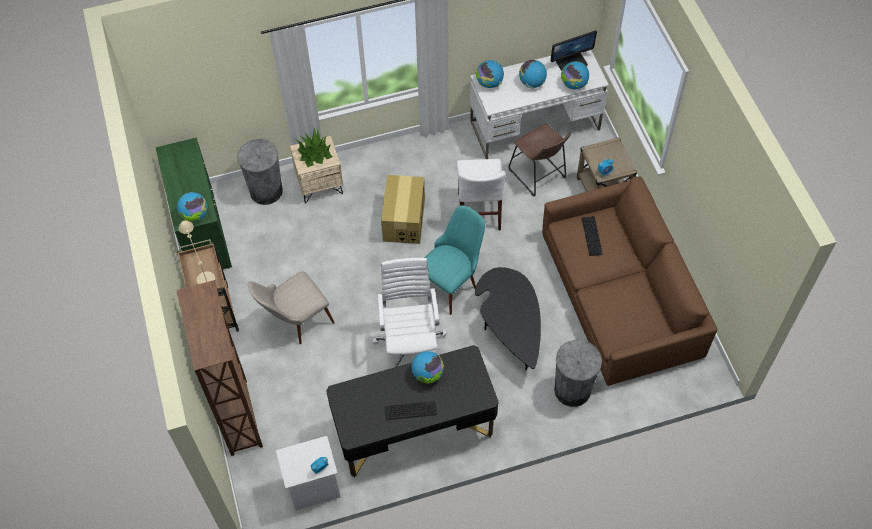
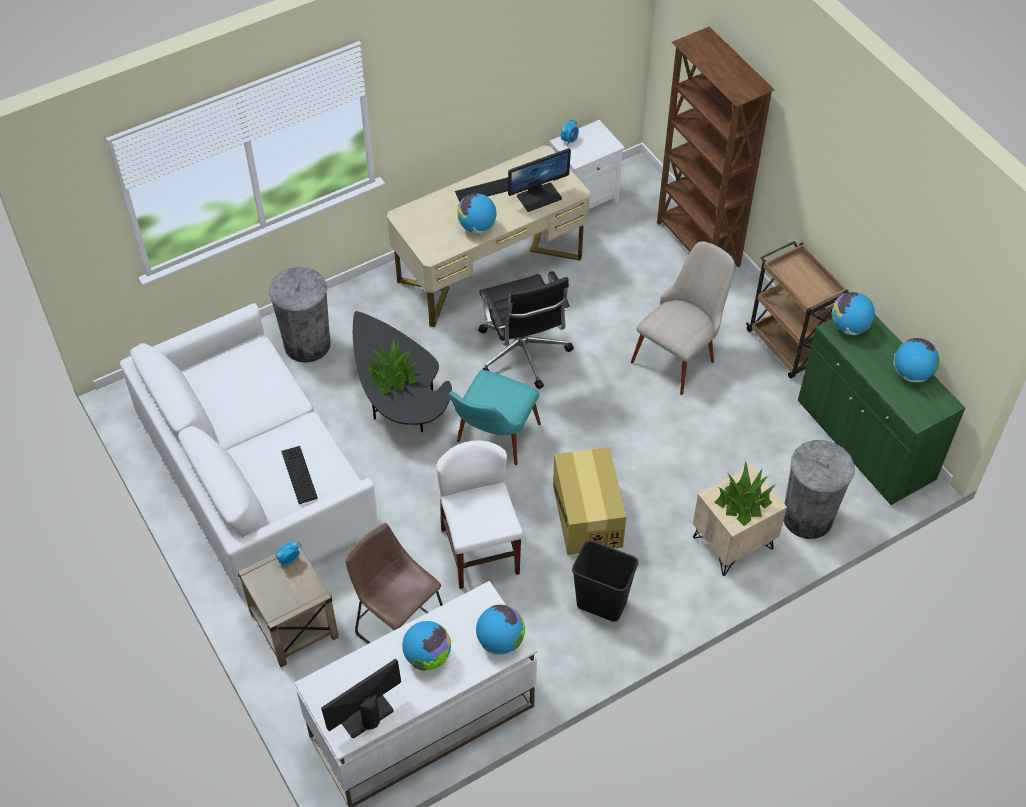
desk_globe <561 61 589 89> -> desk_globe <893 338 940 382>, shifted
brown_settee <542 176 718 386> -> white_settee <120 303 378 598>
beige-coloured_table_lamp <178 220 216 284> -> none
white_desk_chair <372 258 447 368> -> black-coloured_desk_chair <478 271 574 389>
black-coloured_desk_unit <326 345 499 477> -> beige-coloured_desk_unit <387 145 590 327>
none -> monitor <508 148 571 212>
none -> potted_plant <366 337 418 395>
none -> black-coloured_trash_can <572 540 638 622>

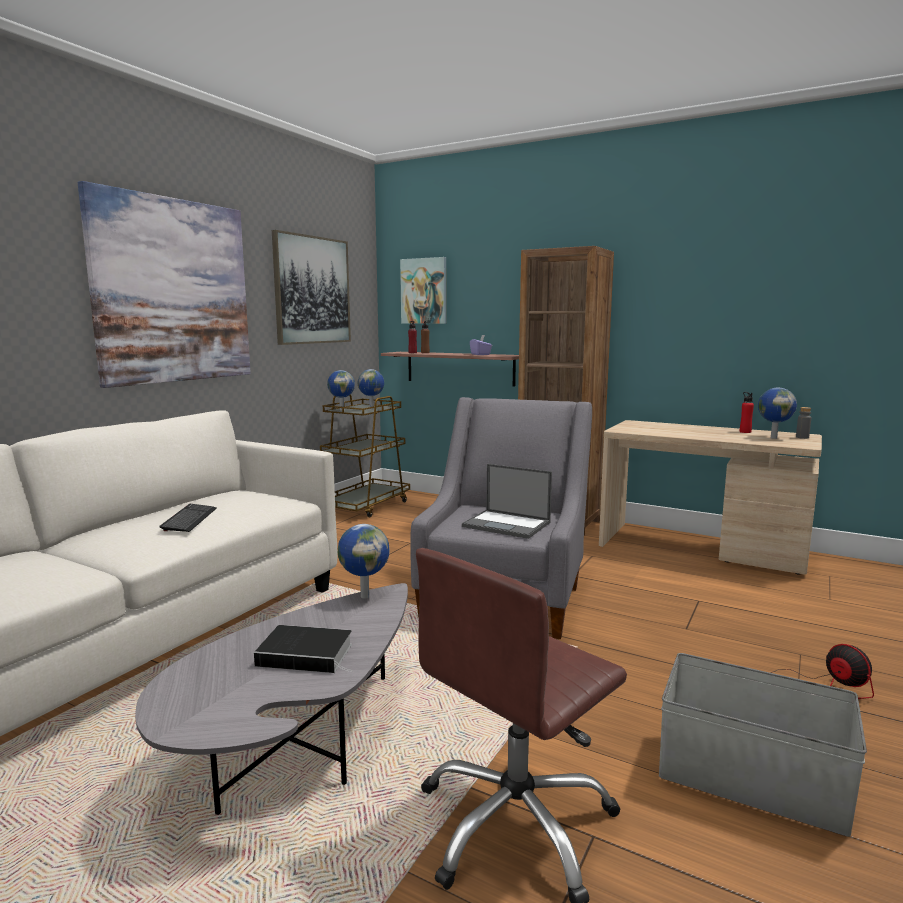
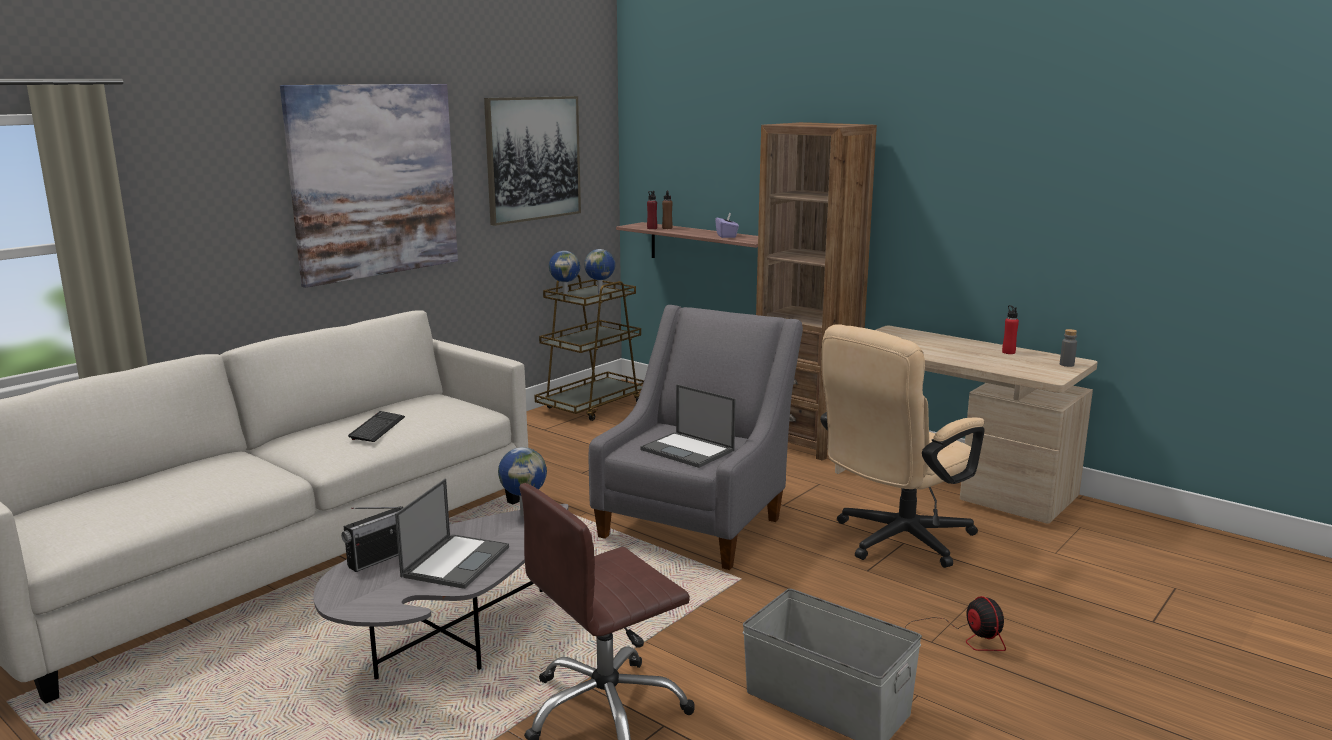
wall_picture <400 257 446 324> -> none
desk_globe <758 388 797 439> -> none
volume <254 625 353 673> -> notebook_computer <395 479 509 589>
none -> beige-coloured_desk_chair <820 325 985 568>
none -> radio <341 506 404 572>

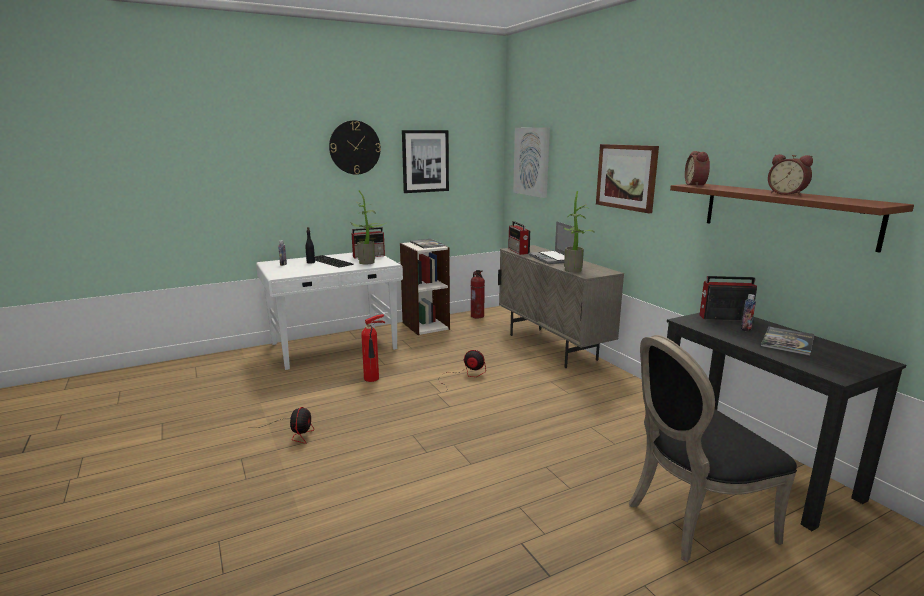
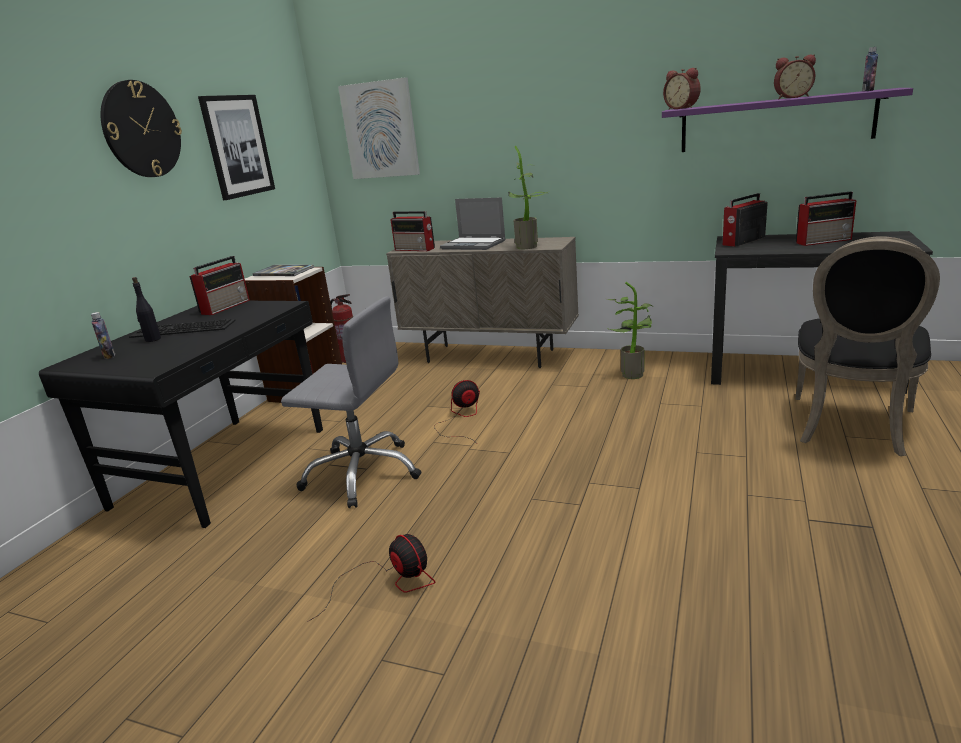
wall_picture <596 144 659 213> -> none
brown_wall_shelf <670 184 914 253> -> purple-coloured_wall_shelf <662 88 913 152>
potted_plant <350 190 386 264> -> potted_plant <607 282 652 379>, shifted
white_desk_unit <256 253 403 370> -> black-coloured_desk_unit <39 301 323 528>
bottle <741 294 756 331> -> bottle <862 47 878 91>, shifted
fire_extinguisher <361 314 385 382> -> greyish_desk_chair <281 296 421 508>
volume <761 326 814 356> -> radio <796 191 856 246>

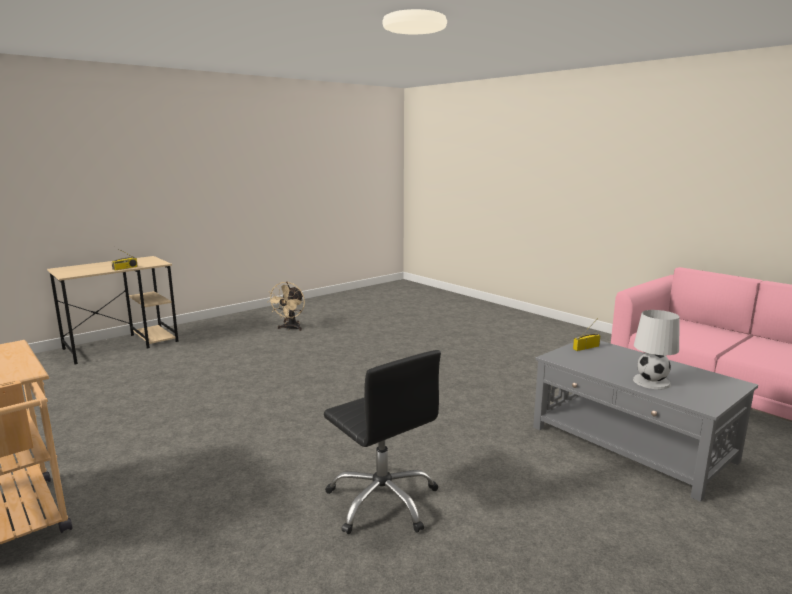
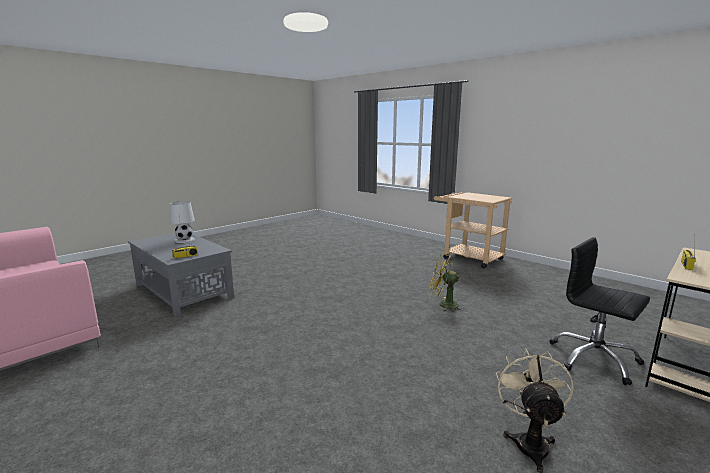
black-coloured_desk_chair <324 350 441 534> -> black-coloured_desk_chair <549 237 650 385>, shifted
none -> yellowish_electric_fan <430 254 464 312>

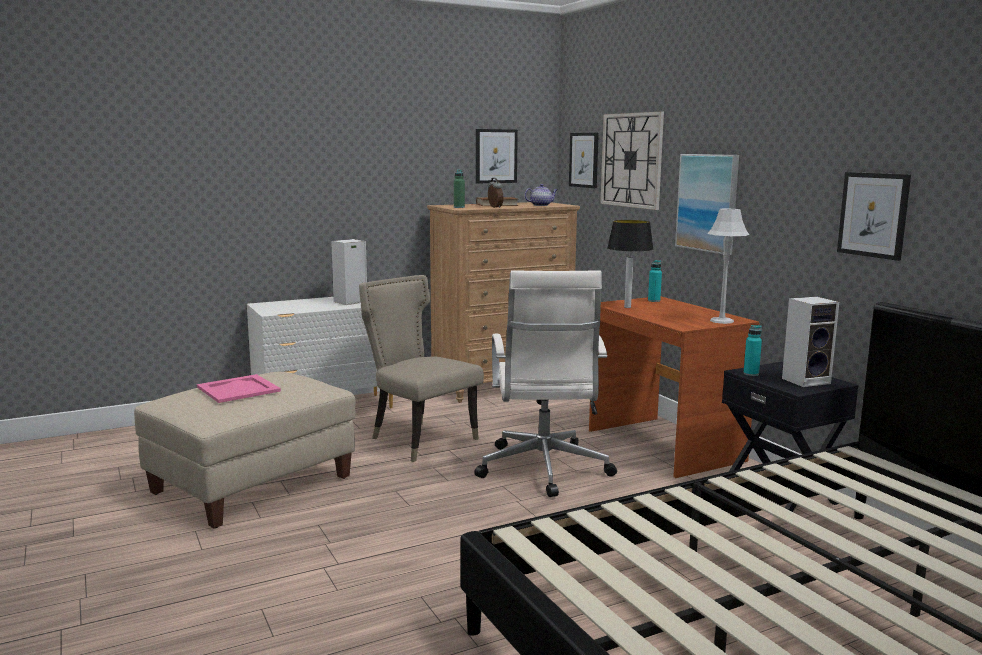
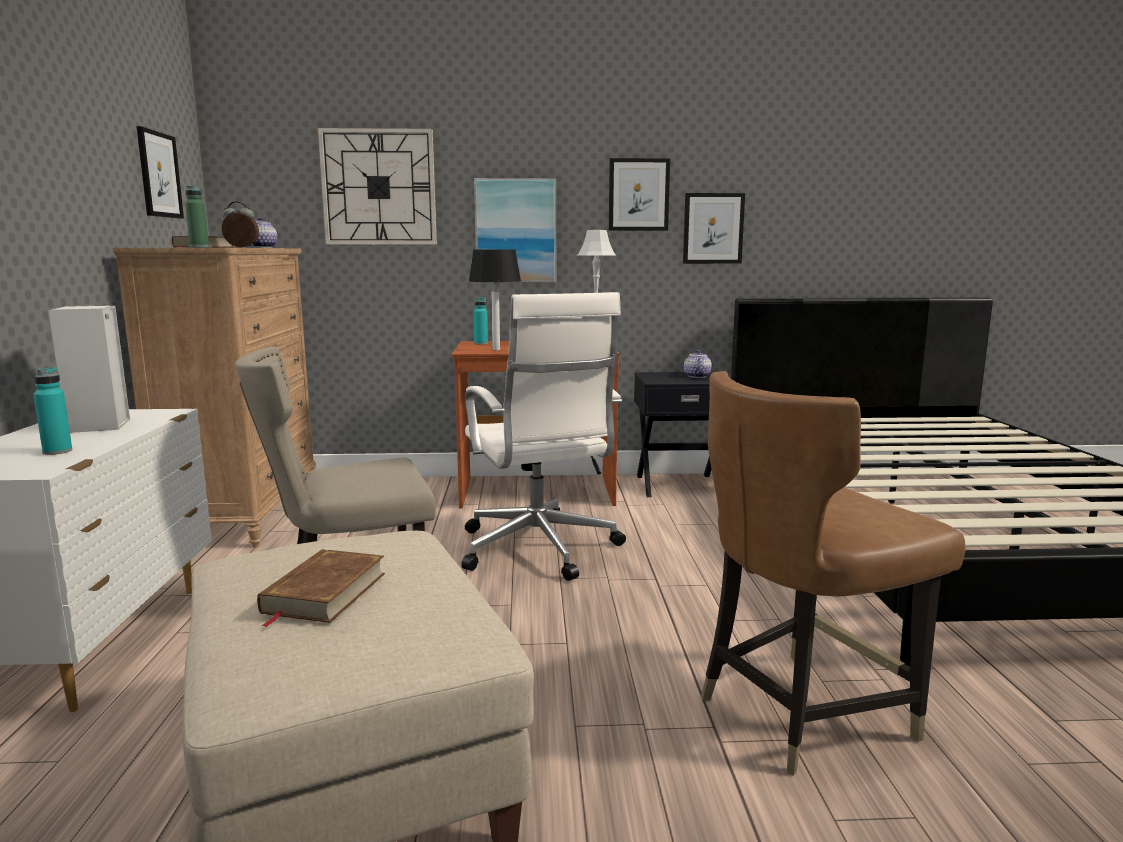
wall_picture <569 133 599 188> -> wall_picture <609 158 670 231>, shifted
white_desk_chair <474 270 617 497> -> white_desk_chair <461 292 626 581>, 45 degrees clockwise
speaker <782 297 839 387> -> pot_for_tea <684 350 712 378>
turquoise-coloured_bottle <744 325 762 376> -> turquoise-coloured_bottle <33 367 72 455>, shifted
pink_carrying_tray <197 374 281 403> -> brown_volume <257 549 385 627>
none -> brown_plain_chair <701 371 965 776>

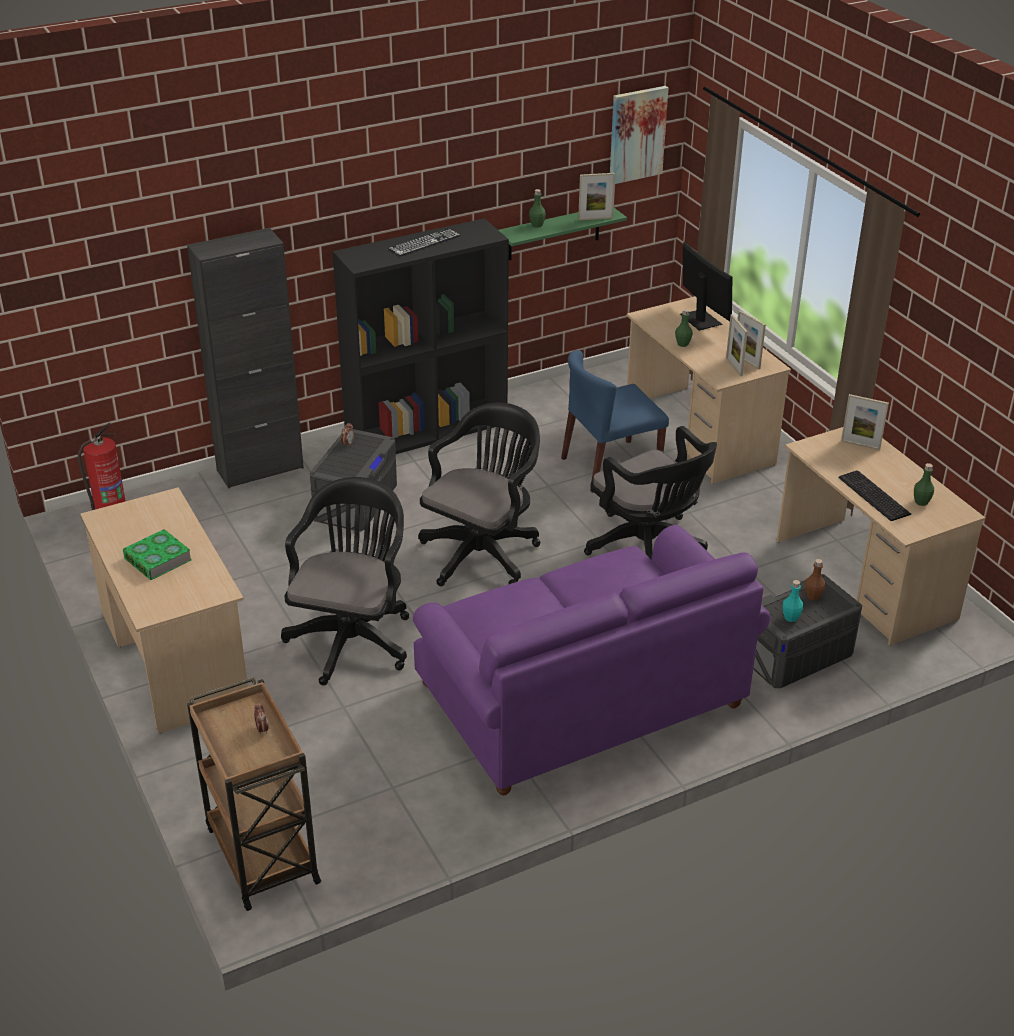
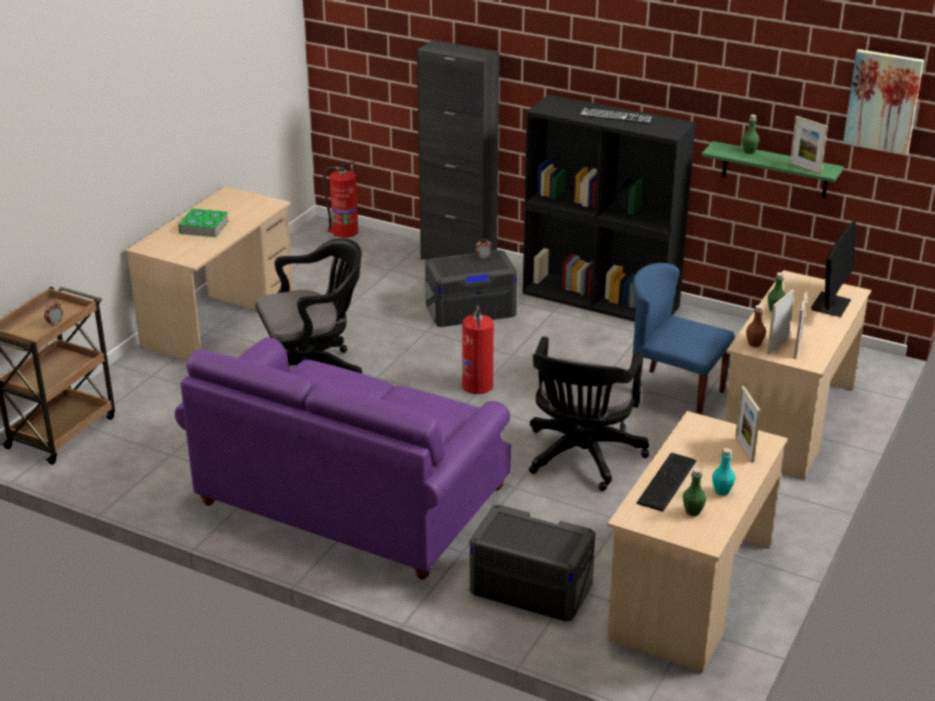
black-coloured_desk_chair <418 403 541 586> -> fire_extinguisher <462 305 494 394>
brown_bottle <805 559 825 601> -> brown_bottle <746 305 766 347>, shifted
turquoise-coloured_bottle <783 580 803 622> -> turquoise-coloured_bottle <712 448 735 496>, shifted

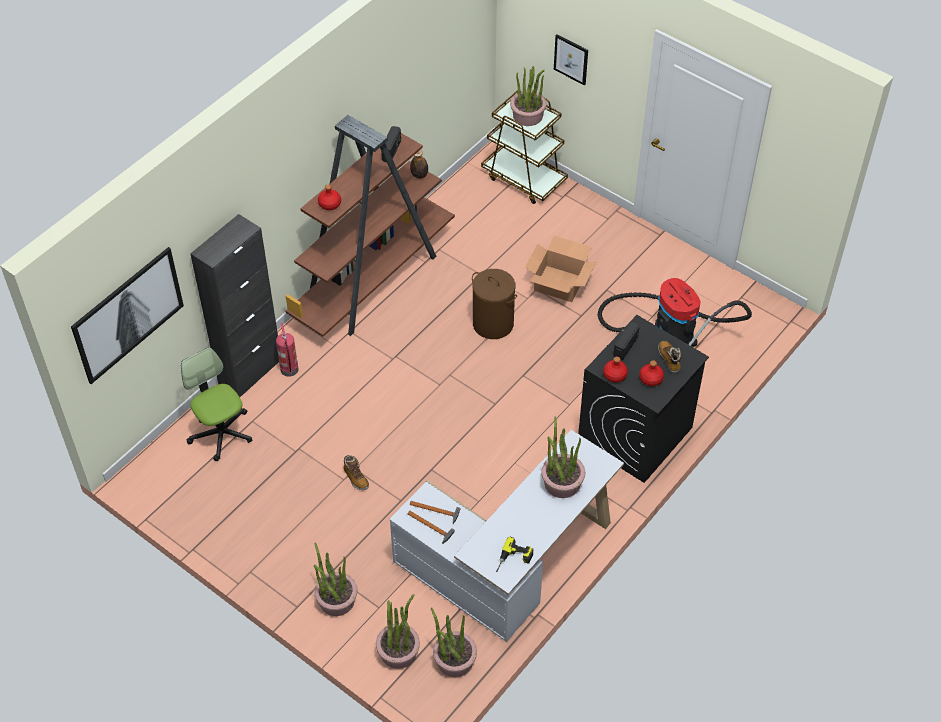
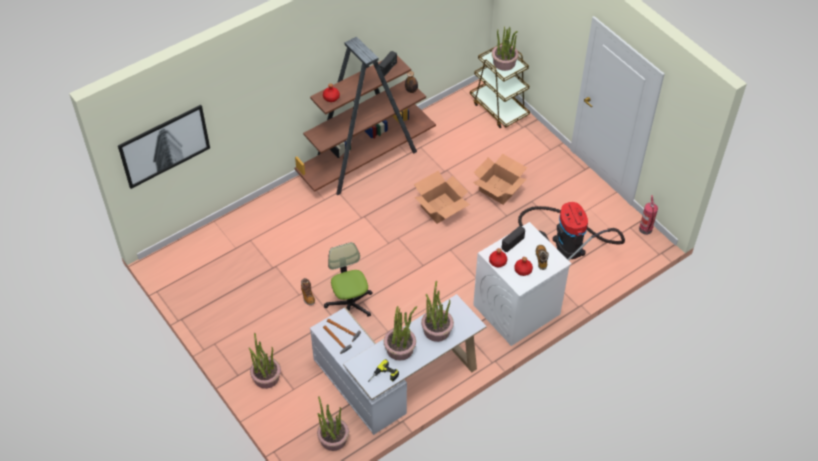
wall_picture <554 34 588 85> -> none
black-coloured_storage_cabinet <190 214 279 397> -> none
brown_hamper <472 269 517 339> -> carton <414 171 470 224>
black-coloured_laundry_appliance <578 315 709 483> -> white_laundry_appliance <473 222 572 346>
fire_extinguisher <276 323 298 377> -> fire_extinguisher <639 195 658 235>, shifted
desk_chair <181 347 253 461> -> desk_chair <324 242 372 317>, shifted
potted_plant <376 594 420 669> -> potted_plant <384 306 417 361>, shifted

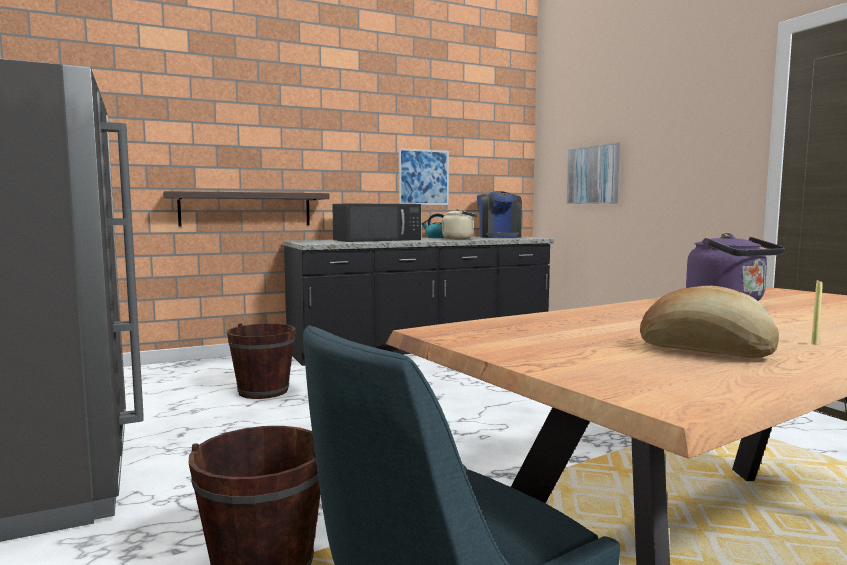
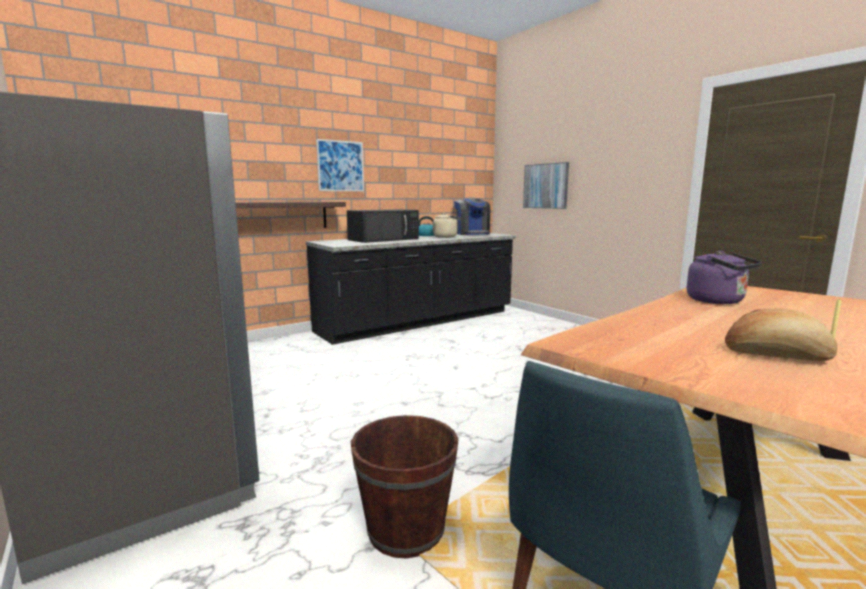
wall_picture <399 148 449 205> -> wall_picture <316 139 364 191>, shifted
brown_water_bucket <227 323 295 399> -> none

